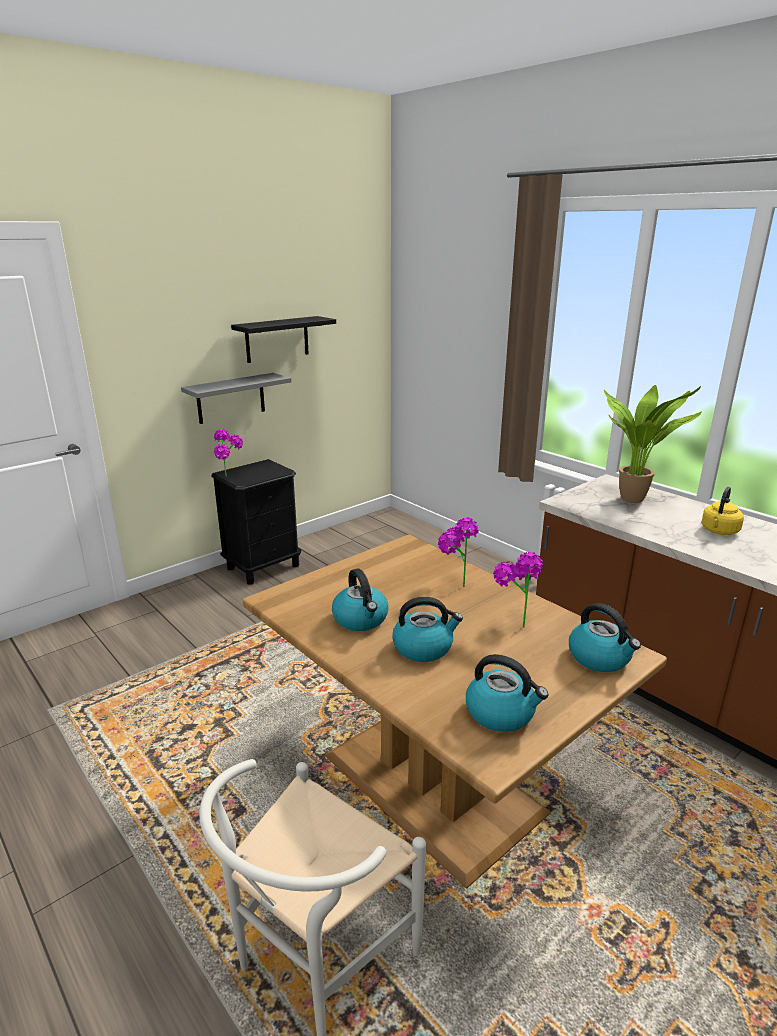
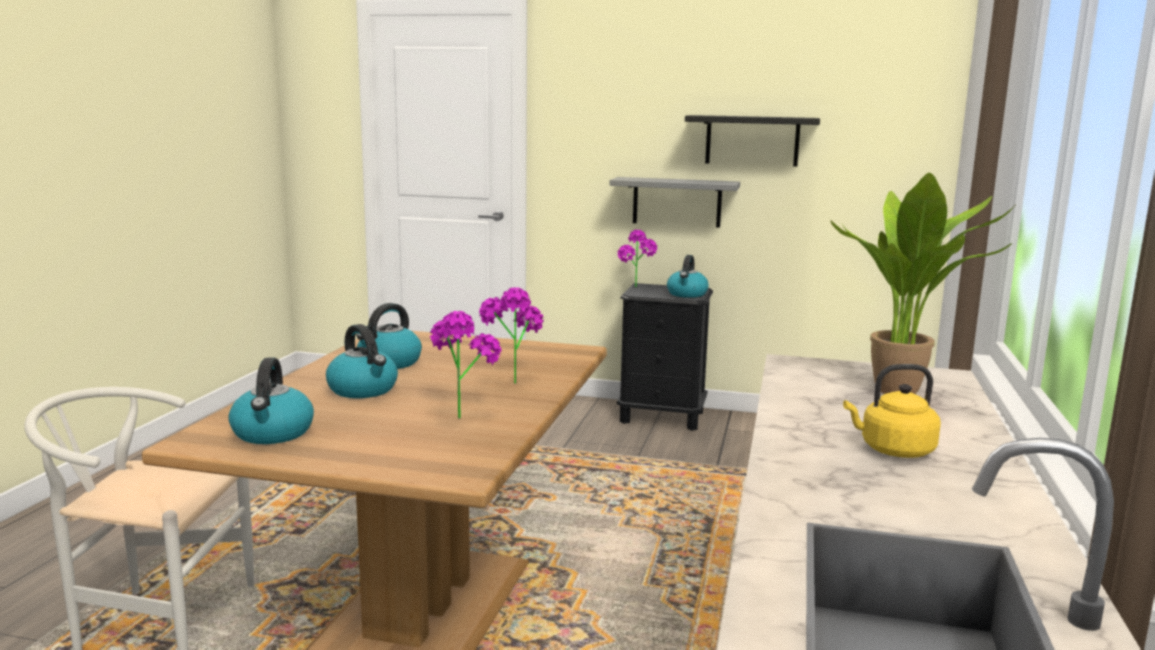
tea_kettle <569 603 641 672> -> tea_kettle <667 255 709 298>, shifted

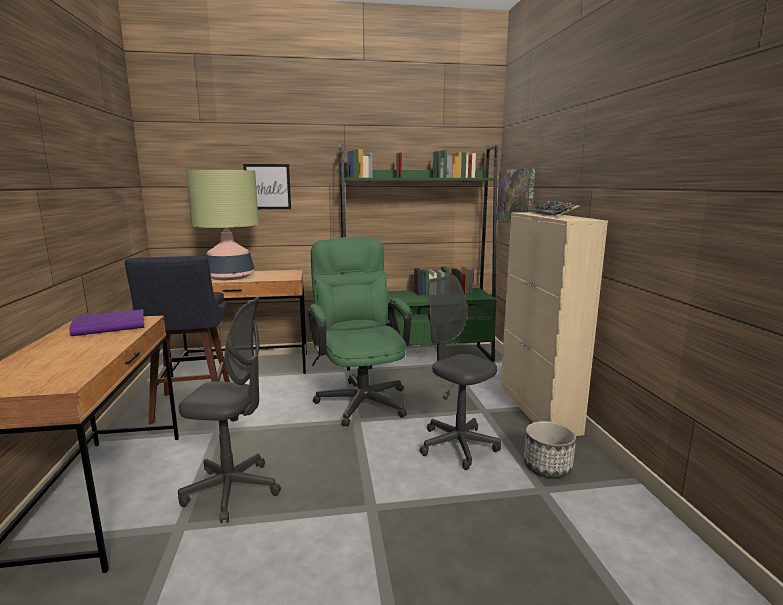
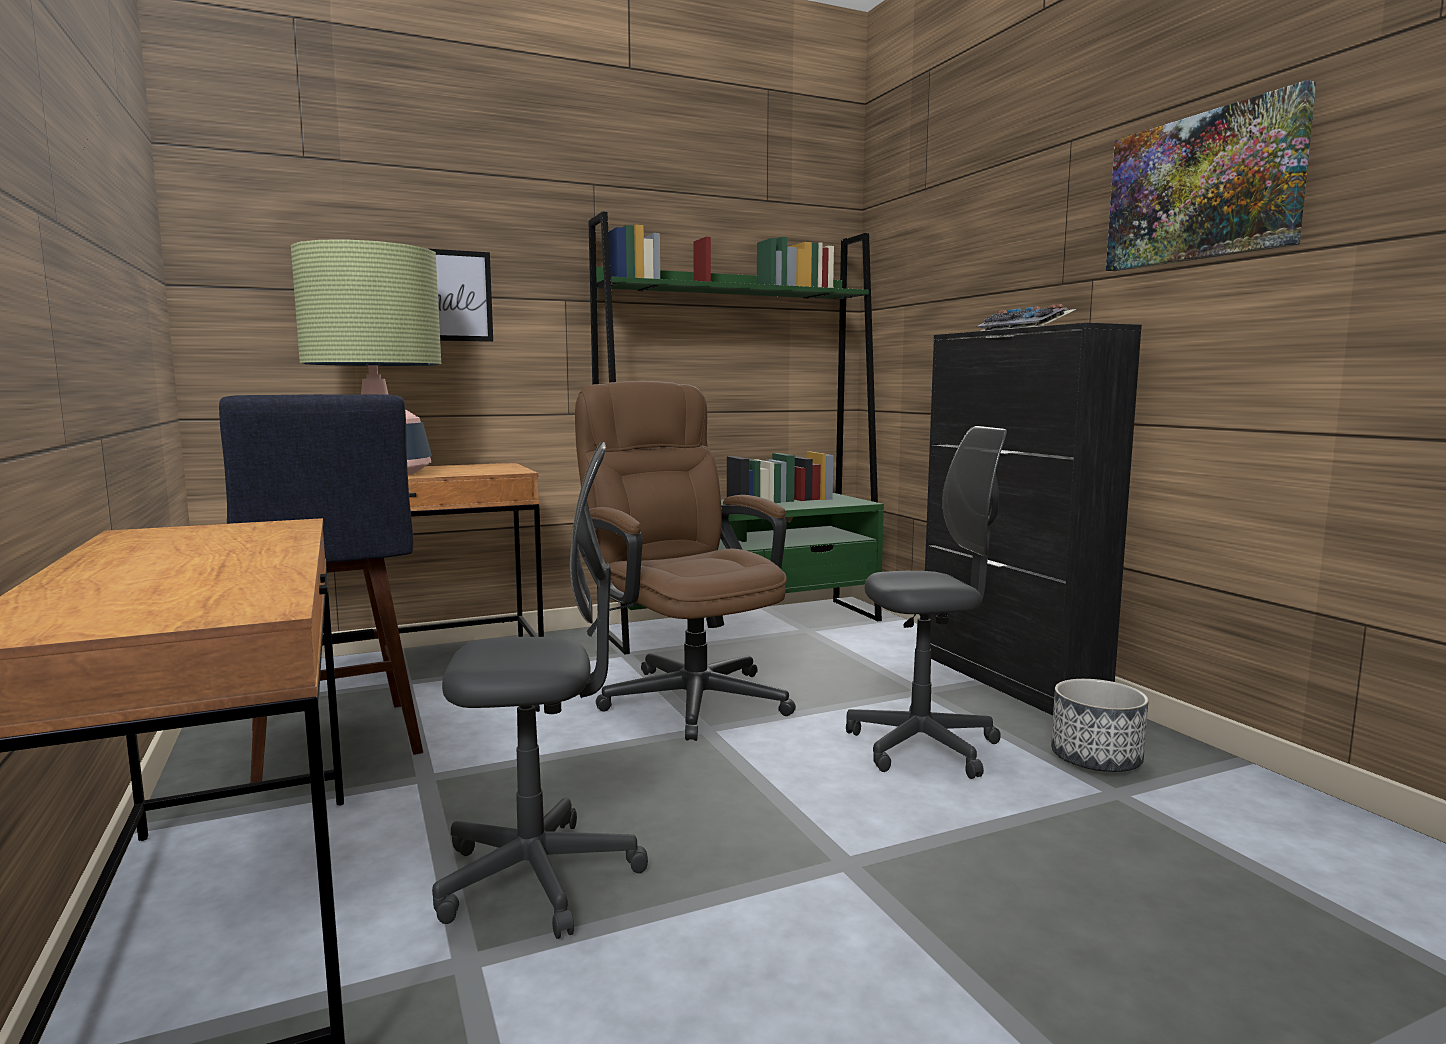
wall_picture <497 169 535 222> -> wall_picture <1106 80 1316 271>, shifted
beige-coloured_storage_cabinet <501 212 608 436> -> black-coloured_storage_cabinet <925 323 1142 715>
green_desk_chair <307 237 412 427> -> brown_desk_chair <575 381 796 741>
greyish_desk_chair <420 275 501 470> -> greyish_desk_chair <846 426 1007 779>, 135 degrees clockwise
purple-coloured_volume <69 309 144 336> -> none

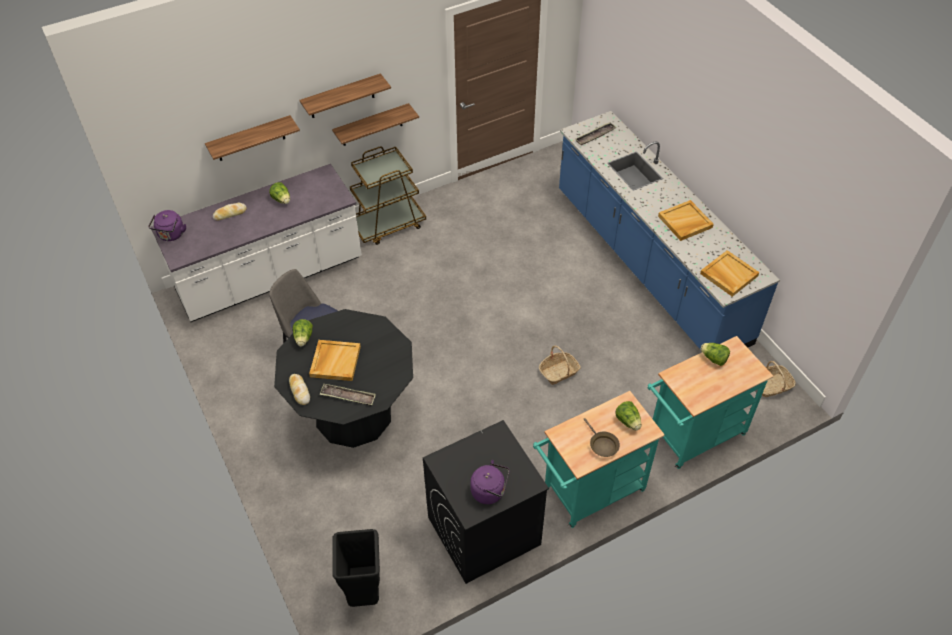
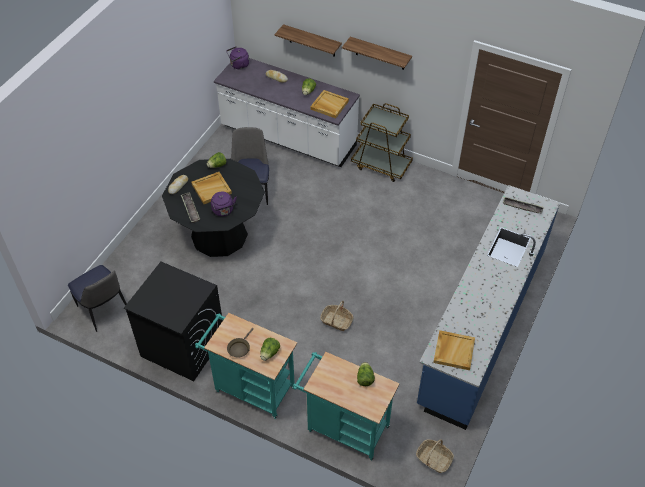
wall_shelf <332 103 419 146> -> none
beige-coloured_carrying_tray <658 200 714 241> -> beige-coloured_carrying_tray <310 90 349 118>, shifted
purple-coloured_tea_kettle <470 460 510 504> -> purple-coloured_tea_kettle <211 192 237 216>, shifted
black-coloured_trash_can <332 529 380 607> -> plain_chair <68 265 127 332>

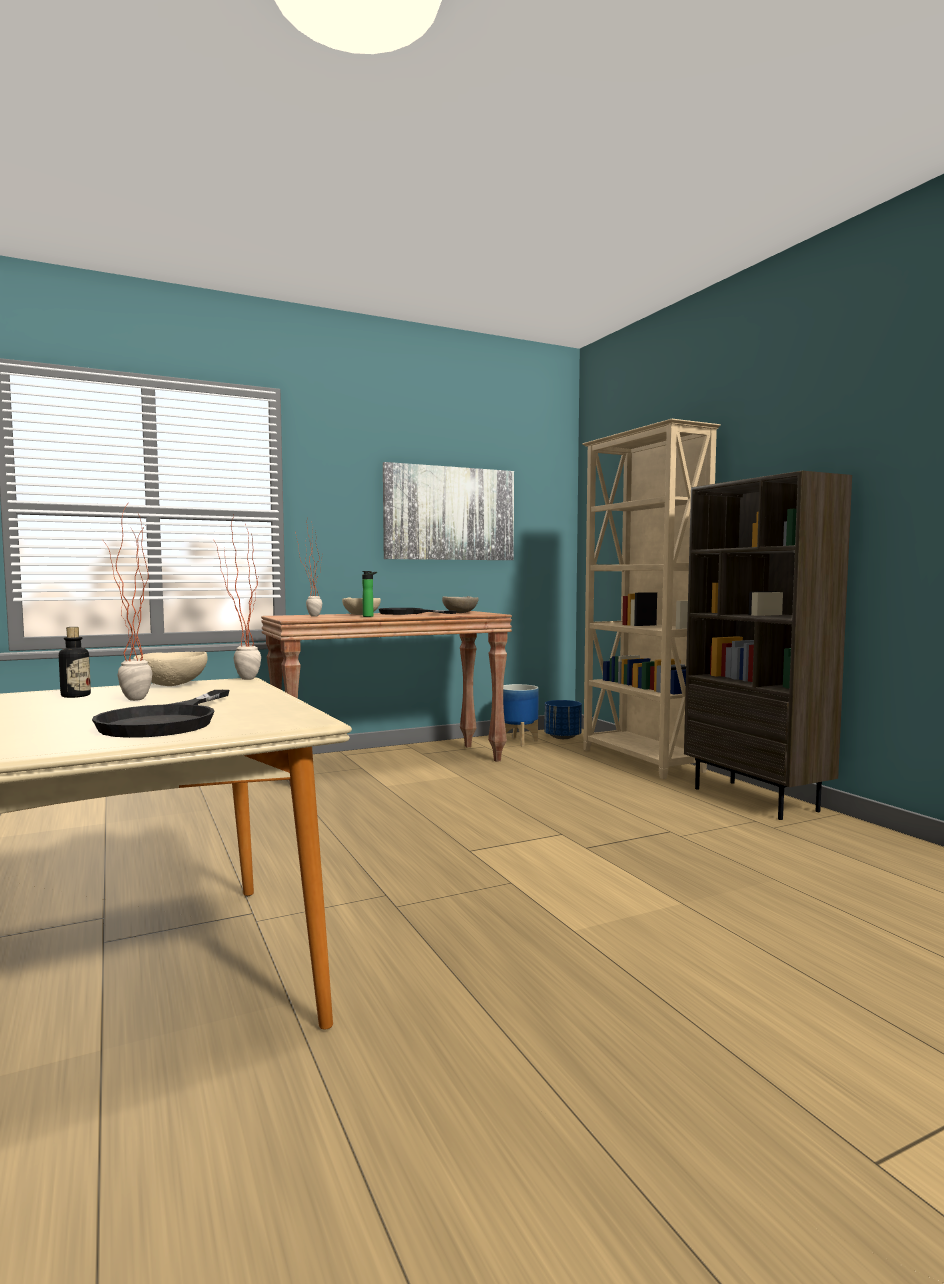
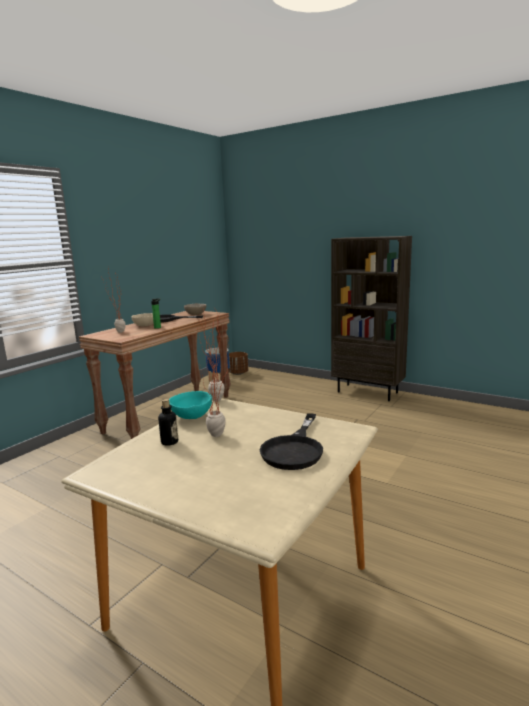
beige-coloured_bookcase <582 419 721 779> -> none
wall_picture <383 462 514 560> -> none
beige-coloured_serving_bowl <133 652 208 686> -> turquoise-coloured_serving_bowl <169 391 212 419>
black-coloured_frying_pan <92 690 229 738> -> black-coloured_frying_pan <260 413 323 470>, 45 degrees clockwise
bluish_flower_pot <544 700 582 739> -> brown_flower_pot <228 352 248 375>

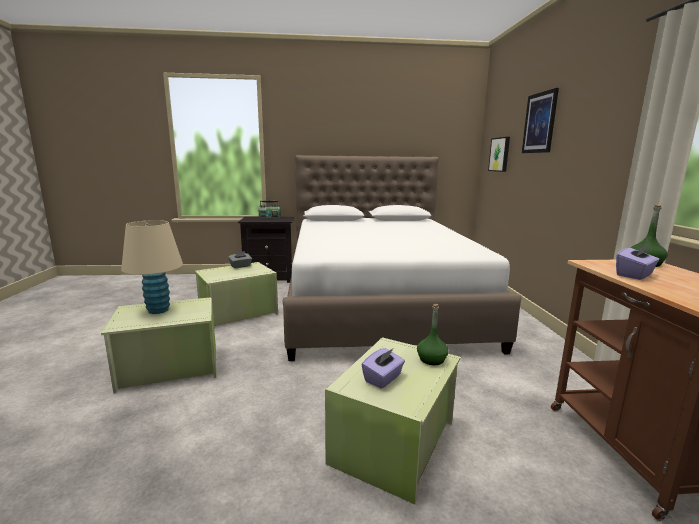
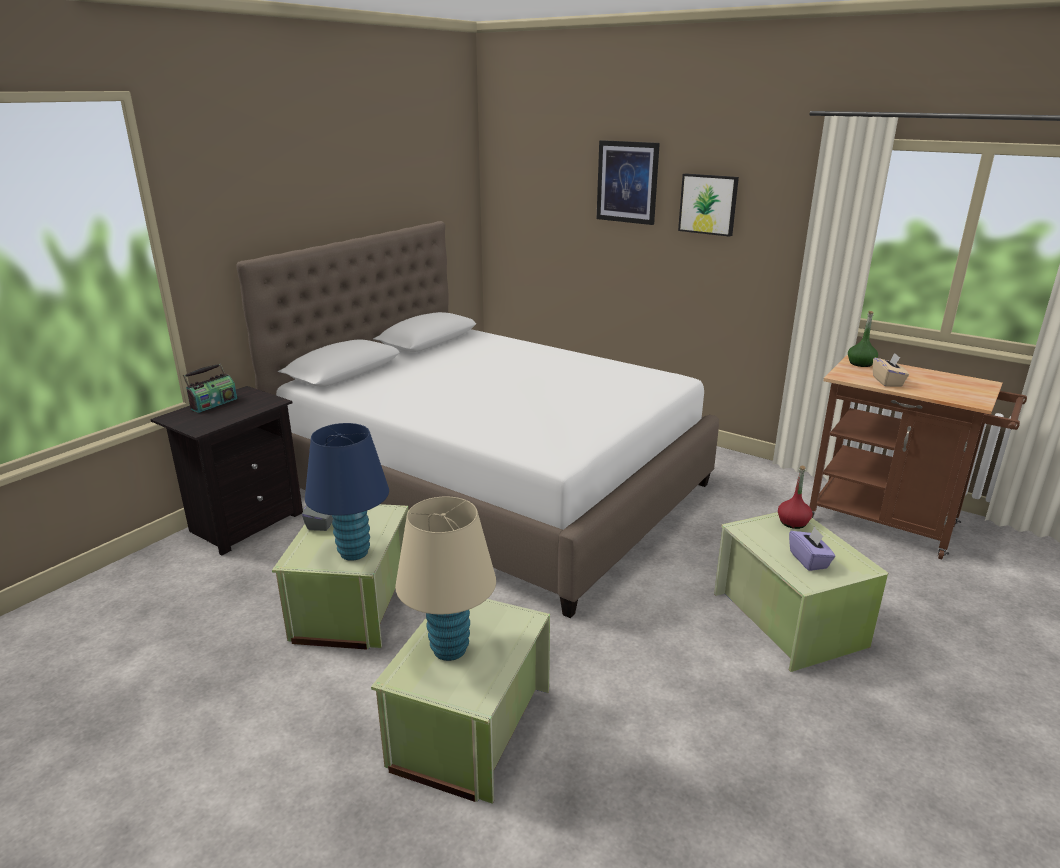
wall_picture <488 137 510 172> -> wall_picture <678 173 739 237>, shifted
purple-coloured_tissue_holder <616 244 660 280> -> beige-coloured_tissue_holder <873 353 909 387>
green_bottle <417 304 449 365> -> red-coloured_bottle <778 466 812 529>
none -> bluish_table_lamp <305 423 389 561>

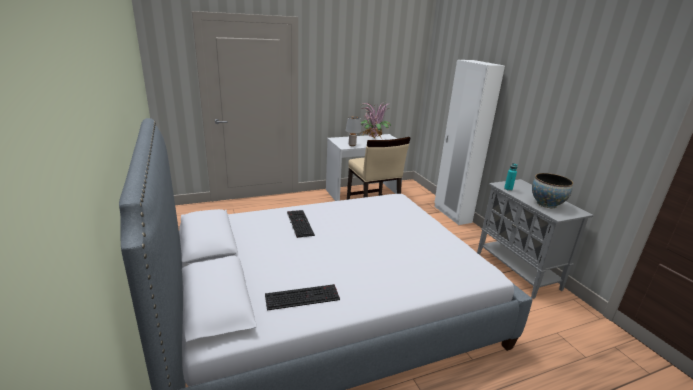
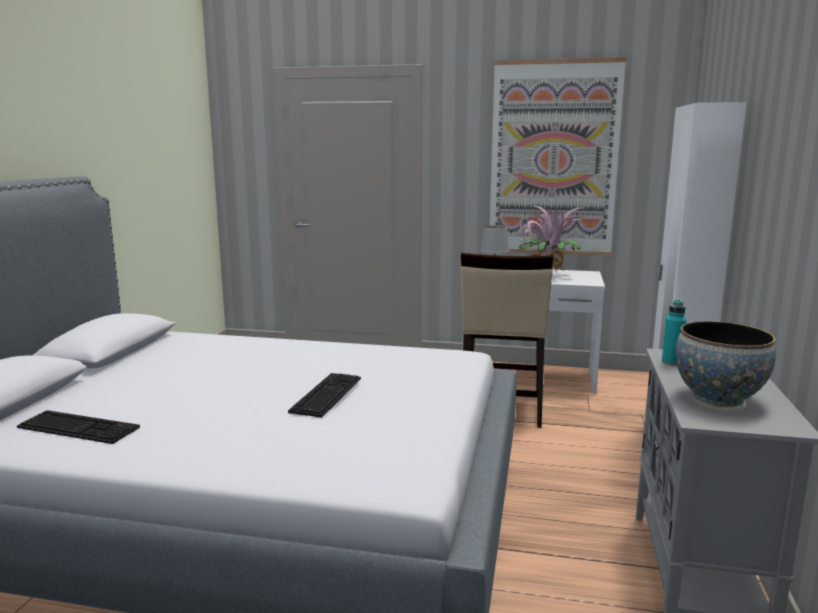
PC_keyboard <287 210 315 238> -> PC_keyboard <288 373 361 418>, shifted
none -> wall_picture <490 57 626 256>

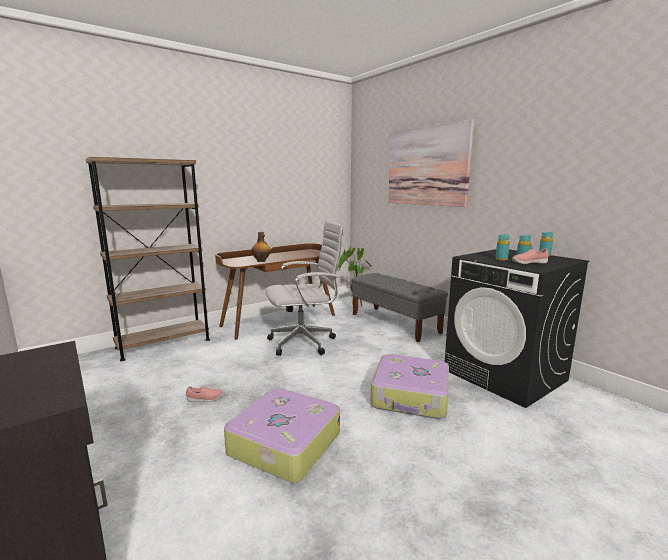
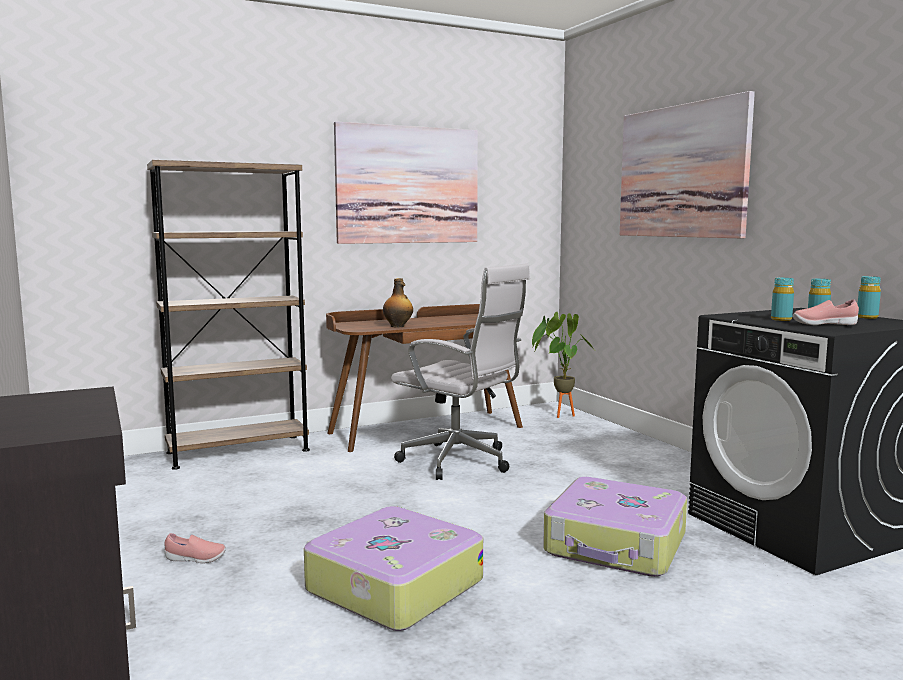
white_desk_chair <265 221 344 356> -> white_desk_chair <391 264 530 480>, 45 degrees clockwise
greyish_indoor_bench <351 273 448 342> -> none
pink_low_shoe <186 386 223 402> -> pink_low_shoe <164 533 226 563>, shifted
none -> wall_picture <334 121 478 244>

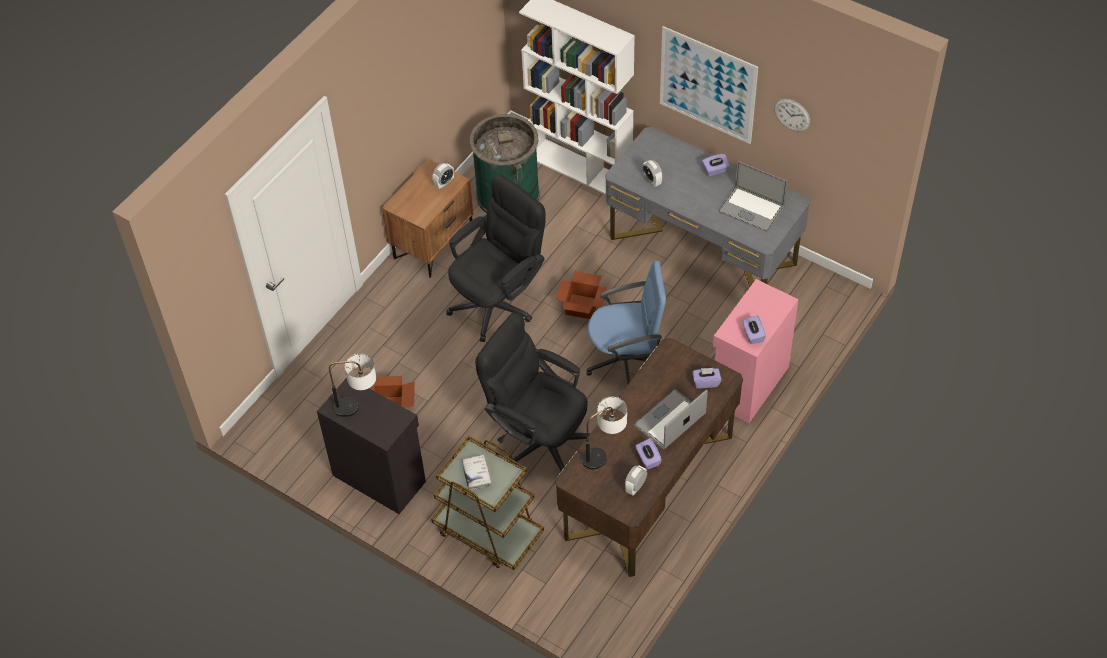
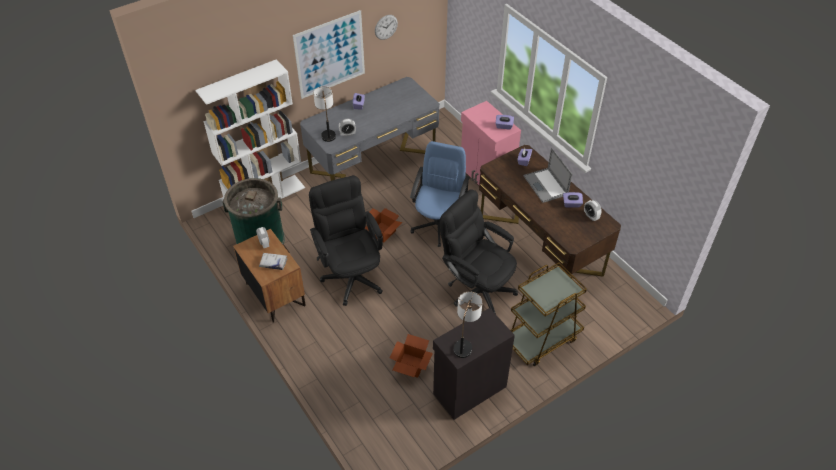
notebook_computer <718 161 788 232> -> none
black-coloured_desk_chair <475 313 591 471> -> black-coloured_desk_chair <440 189 518 314>, 75 degrees clockwise
table_lamp <582 397 627 469> -> table_lamp <313 86 336 142>, shifted
white_volume <462 454 491 490> -> white_volume <259 253 287 270>, shifted

